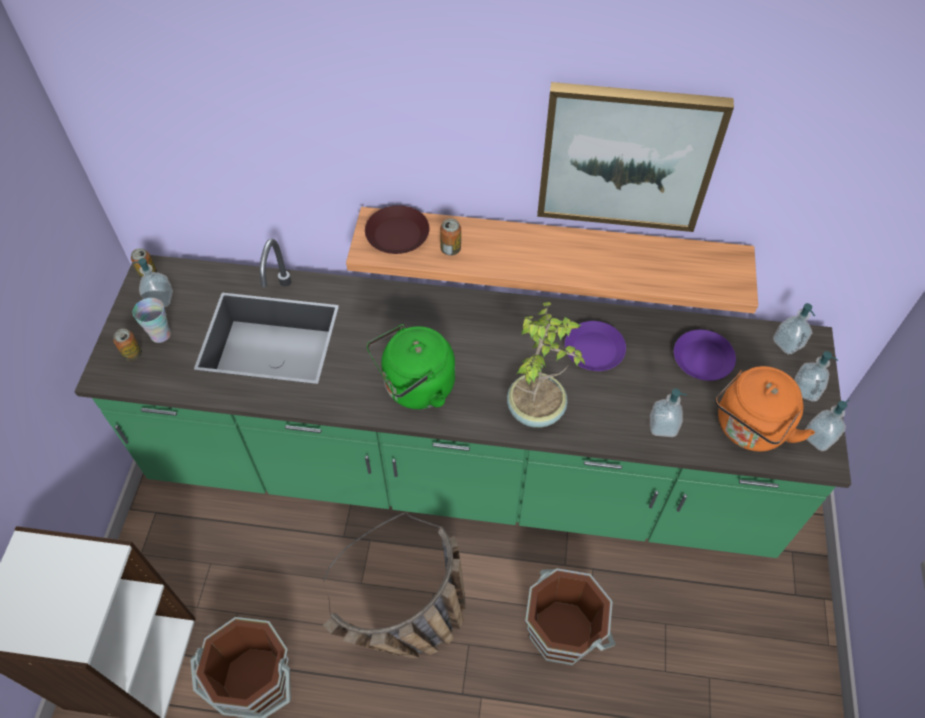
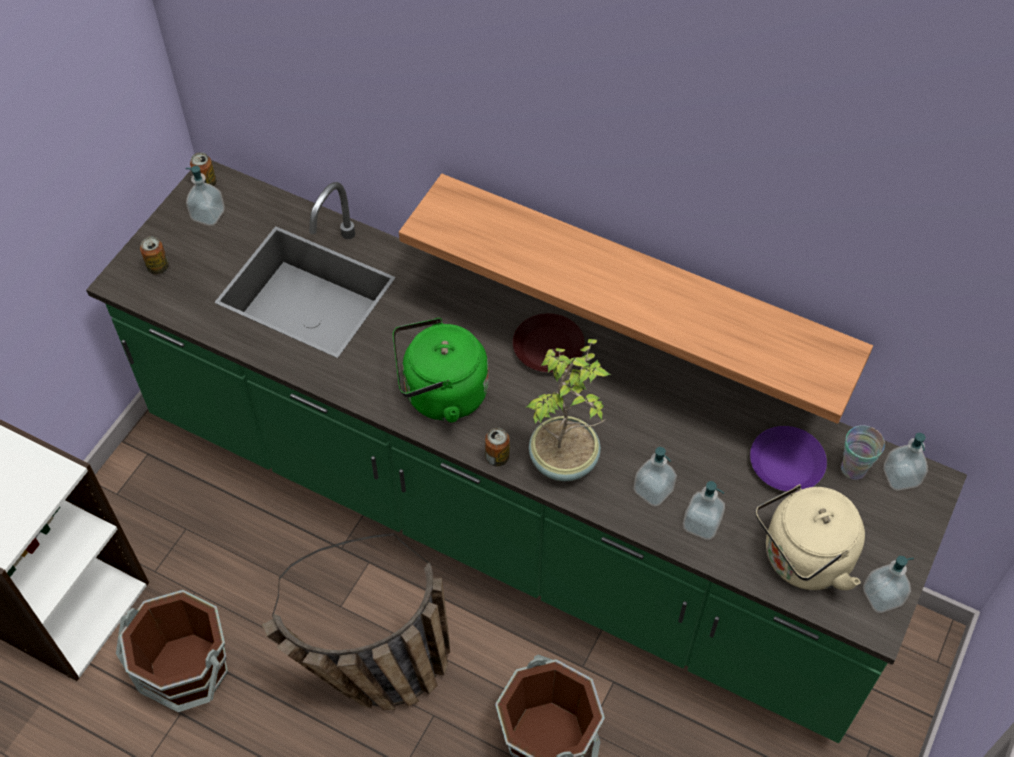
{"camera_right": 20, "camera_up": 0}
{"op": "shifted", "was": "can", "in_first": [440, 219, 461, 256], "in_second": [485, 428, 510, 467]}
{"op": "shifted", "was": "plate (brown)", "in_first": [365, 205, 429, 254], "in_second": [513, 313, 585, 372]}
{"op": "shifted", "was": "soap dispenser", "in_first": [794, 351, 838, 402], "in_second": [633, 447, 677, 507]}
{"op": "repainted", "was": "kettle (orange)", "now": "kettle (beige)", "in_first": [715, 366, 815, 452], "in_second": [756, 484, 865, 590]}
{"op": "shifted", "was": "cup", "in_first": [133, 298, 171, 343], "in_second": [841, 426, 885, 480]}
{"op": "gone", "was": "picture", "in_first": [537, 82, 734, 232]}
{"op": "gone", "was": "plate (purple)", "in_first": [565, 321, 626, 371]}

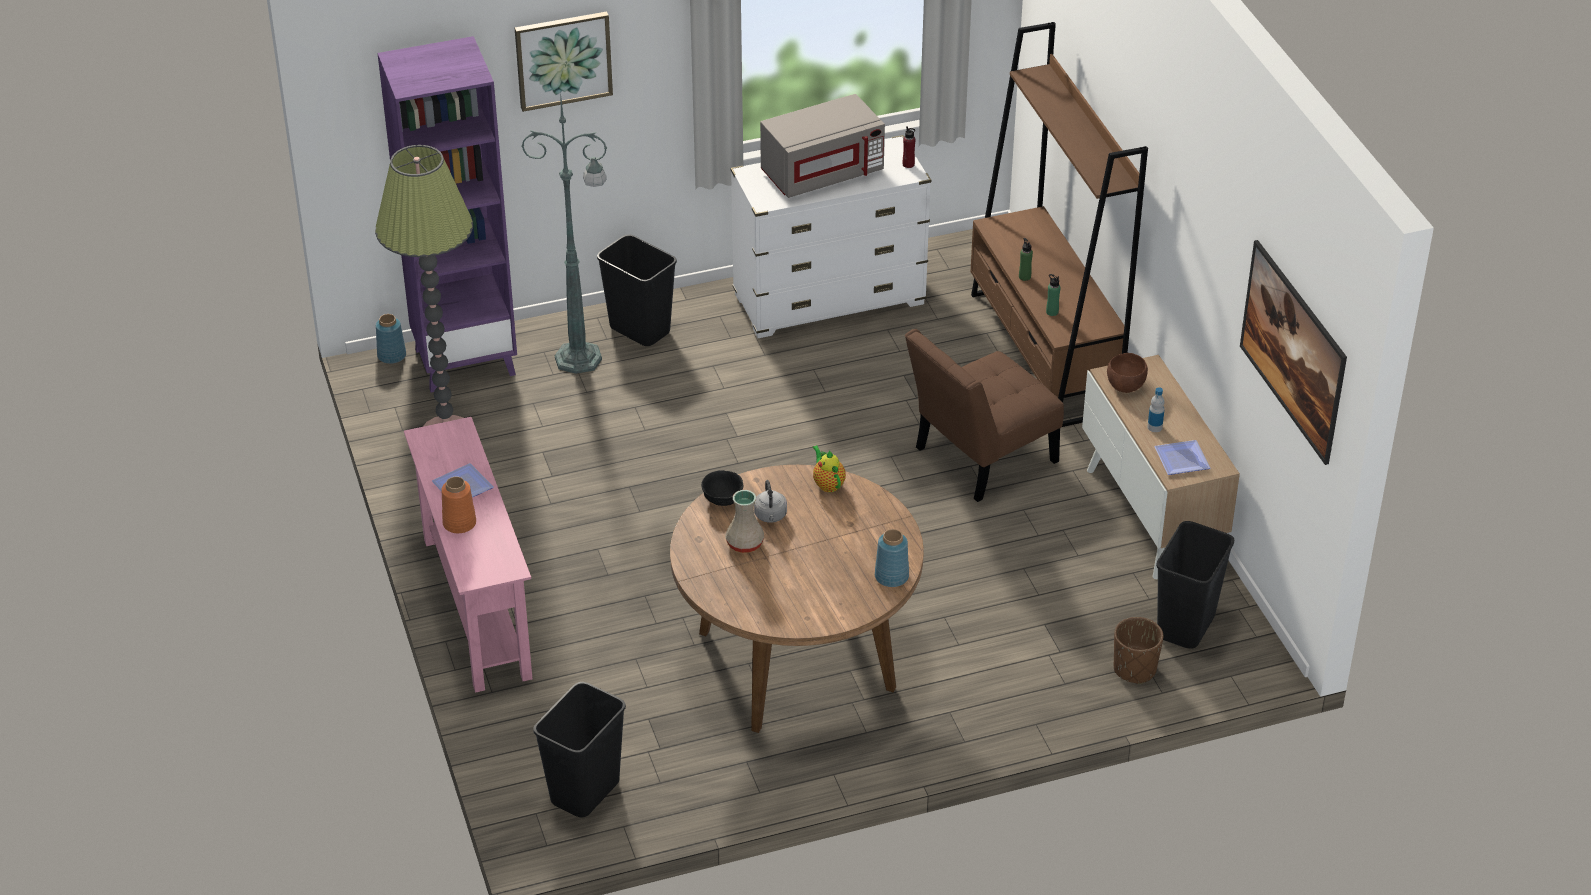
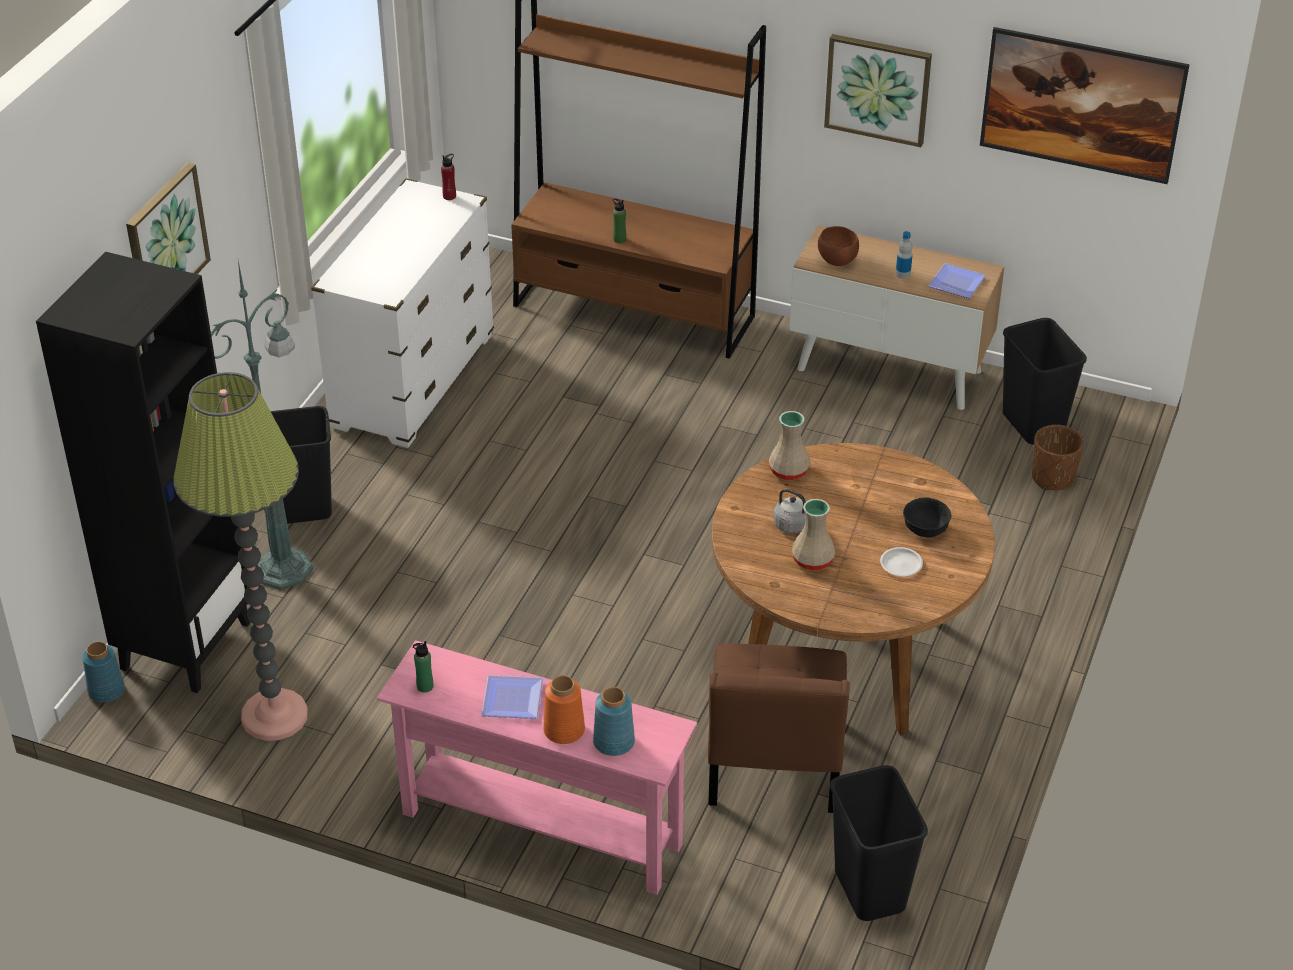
{"camera_right": -50, "camera_up": 0}
{"op": "repainted", "was": "bookcase (purple)", "now": "bookcase (black)", "in_first": [377, 36, 517, 392], "in_second": [36, 252, 251, 693]}
{"op": "shifted", "was": "bottle (green)", "in_first": [1046, 274, 1061, 316], "in_second": [413, 641, 433, 693]}
{"op": "shifted", "was": "vase (blue)", "in_first": [875, 529, 909, 587], "in_second": [593, 687, 635, 756]}
{"op": "shifted", "was": "chair (brown)", "in_first": [905, 329, 1064, 502], "in_second": [708, 644, 850, 813]}
{"op": "swapped", "was": "teapot", "now": "vase (beige)", "in_first": [813, 445, 846, 492], "in_second": [769, 411, 810, 480]}
{"op": "new", "now": "picture", "in_second": [824, 34, 932, 147]}
{"op": "new", "now": "plate (white)", "in_second": [880, 547, 923, 576]}
{"op": "shifted", "was": "bowl (black)", "in_first": [701, 470, 744, 506], "in_second": [903, 497, 951, 537]}
{"op": "gone", "was": "microwave (grey)", "in_first": [760, 94, 885, 198]}

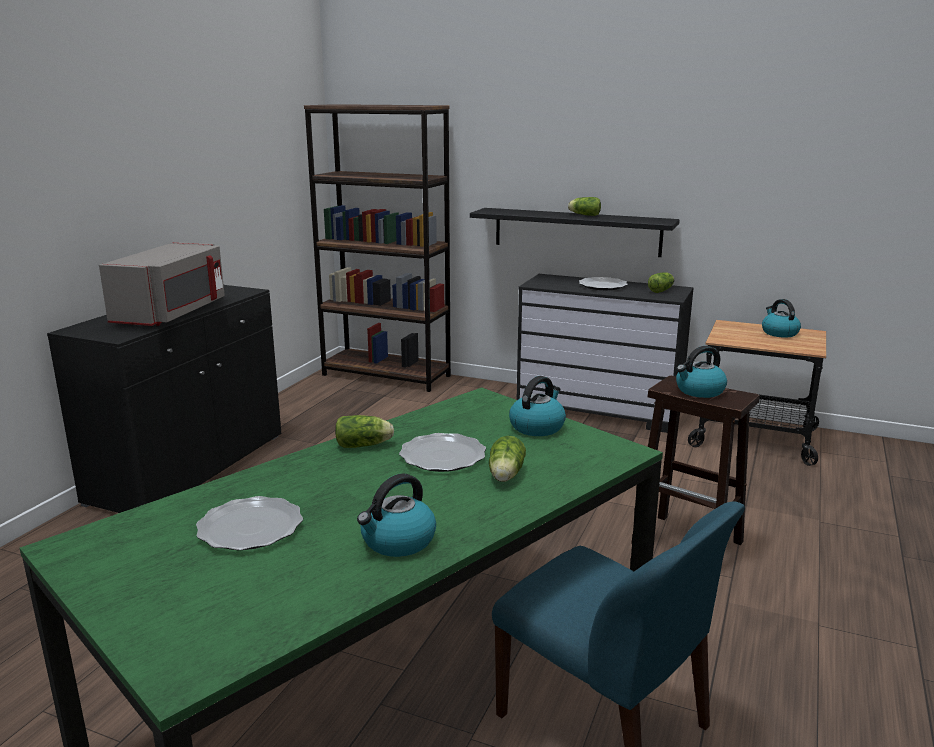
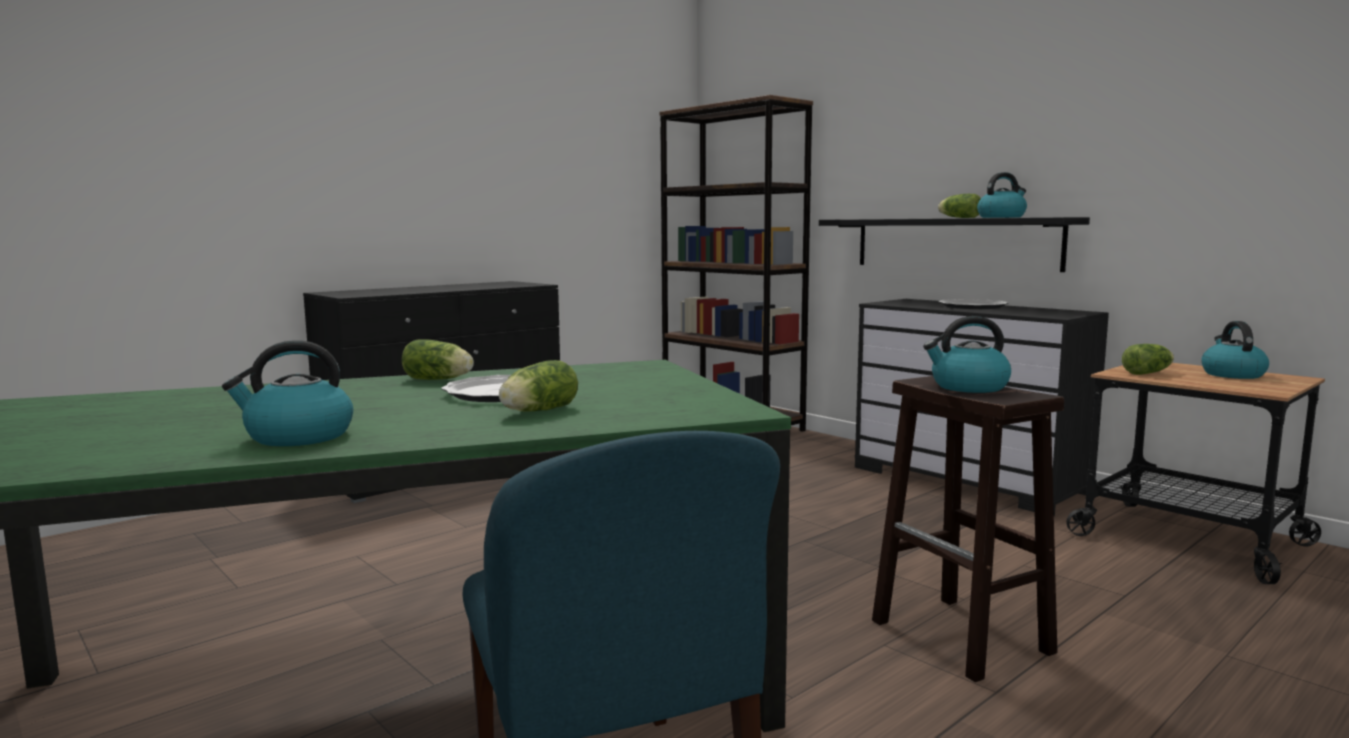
{"camera_right": 25, "camera_up": -10}
{"op": "shifted", "was": "kettle", "in_first": [509, 376, 566, 436], "in_second": [977, 172, 1027, 218]}
{"op": "shifted", "was": "lettuce", "in_first": [648, 272, 674, 293], "in_second": [1122, 344, 1174, 375]}
{"op": "gone", "was": "microwave (grey)", "in_first": [99, 242, 225, 326]}
{"op": "gone", "was": "plate", "in_first": [196, 496, 303, 550]}

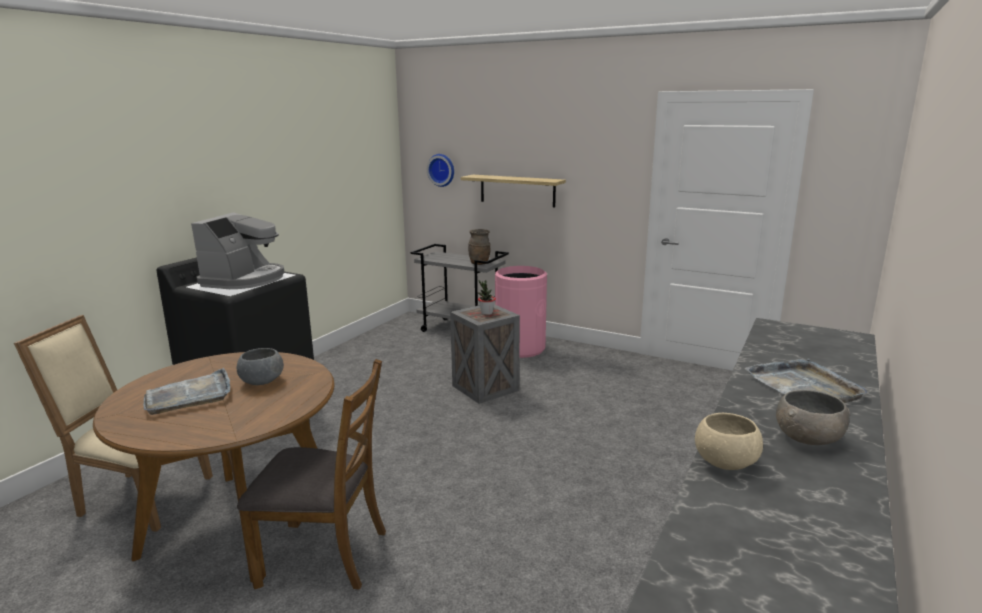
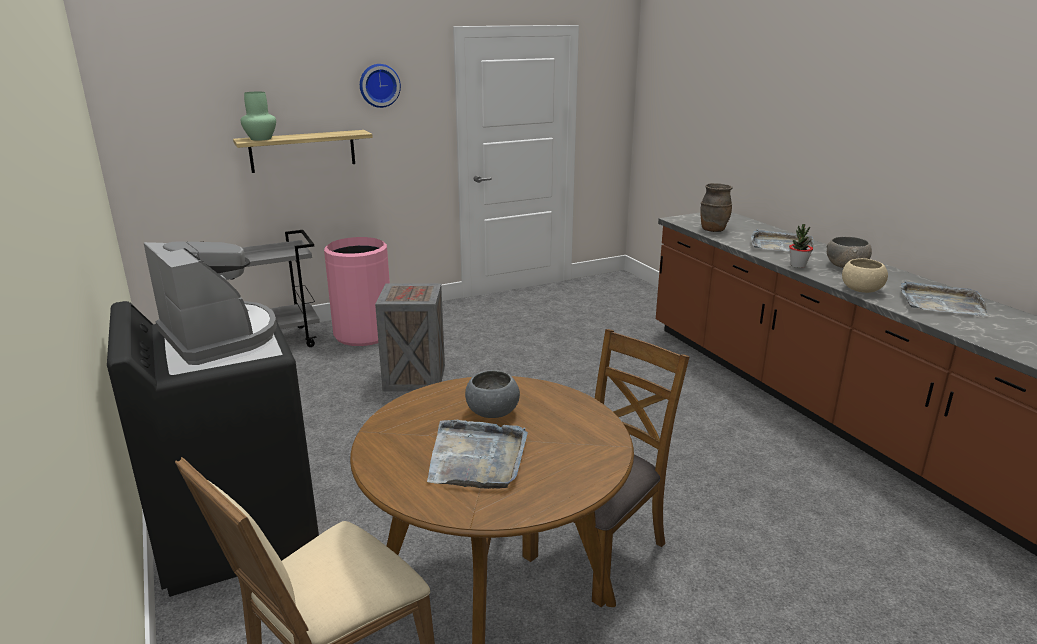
{"camera_right": -55, "camera_up": 5}
{"op": "new", "now": "vase (green)", "in_second": [241, 92, 276, 141]}
{"op": "shifted", "was": "wall clock", "in_first": [427, 154, 454, 187], "in_second": [360, 64, 401, 108]}
{"op": "shifted", "was": "vase (brown)", "in_first": [468, 229, 490, 265], "in_second": [700, 183, 733, 232]}
{"op": "shifted", "was": "potted plant", "in_first": [478, 280, 496, 315], "in_second": [789, 224, 813, 268]}
{"op": "new", "now": "tray (grey)", "in_second": [901, 281, 989, 316]}

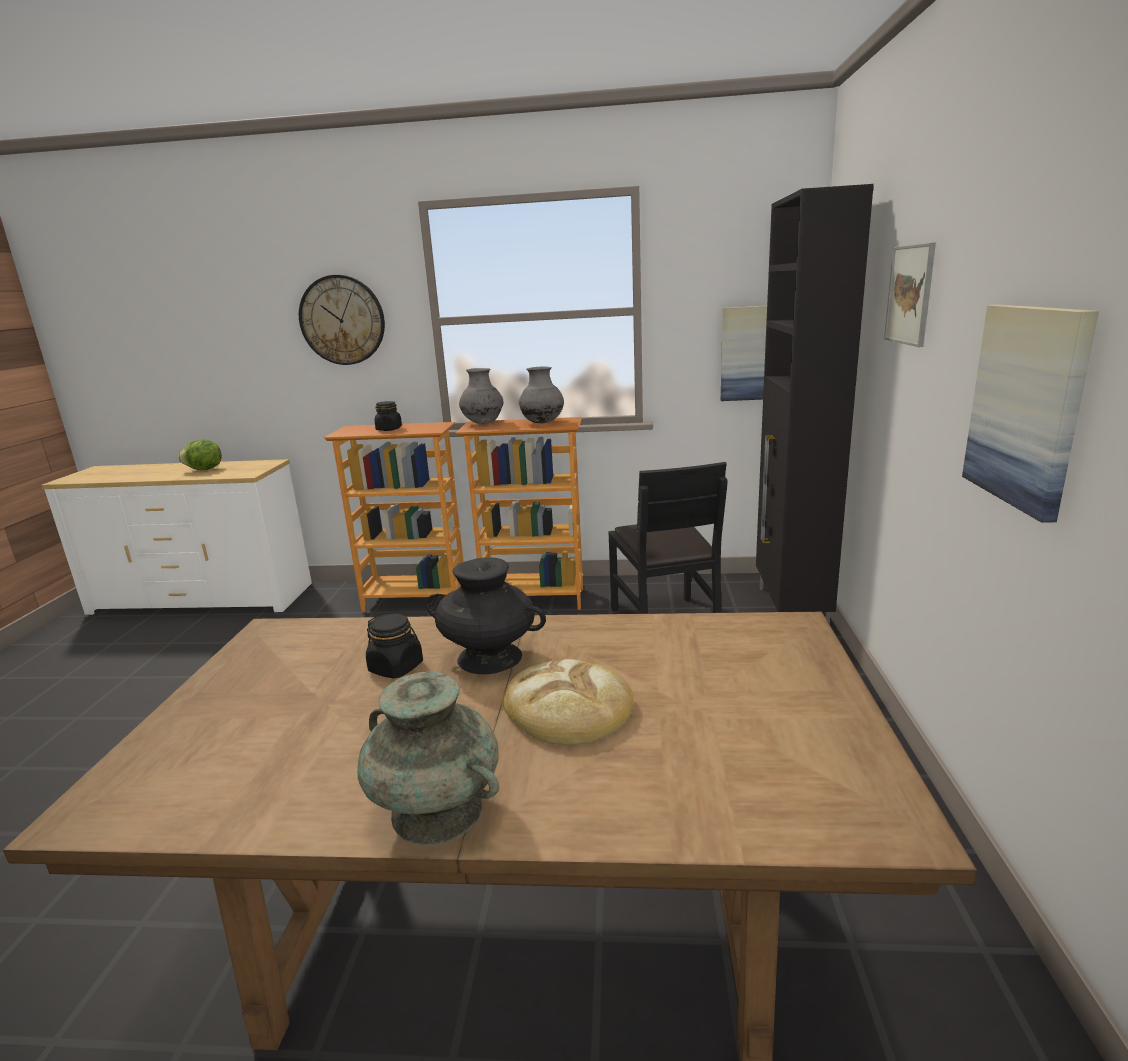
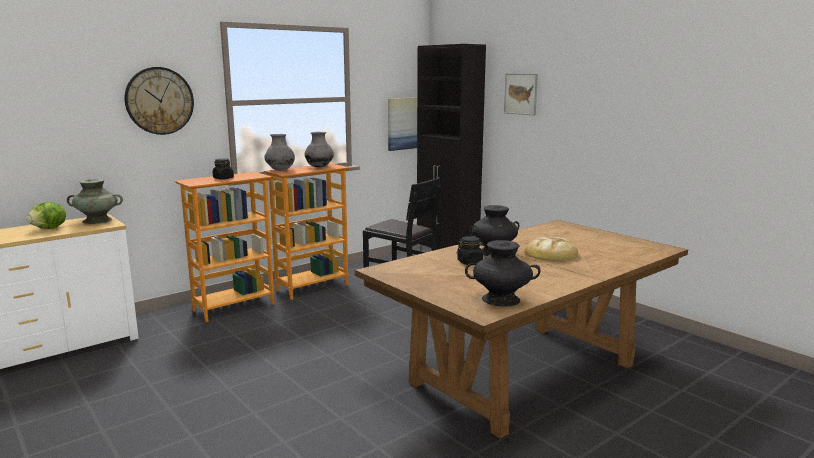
{"camera_right": -45, "camera_up": -5}
{"op": "shifted", "was": "vase (turquoise)", "in_first": [358, 671, 499, 846], "in_second": [67, 179, 123, 224]}
{"op": "new", "now": "vase (black)", "in_second": [465, 240, 541, 306]}
{"op": "gone", "was": "picture", "in_first": [962, 304, 1099, 523]}

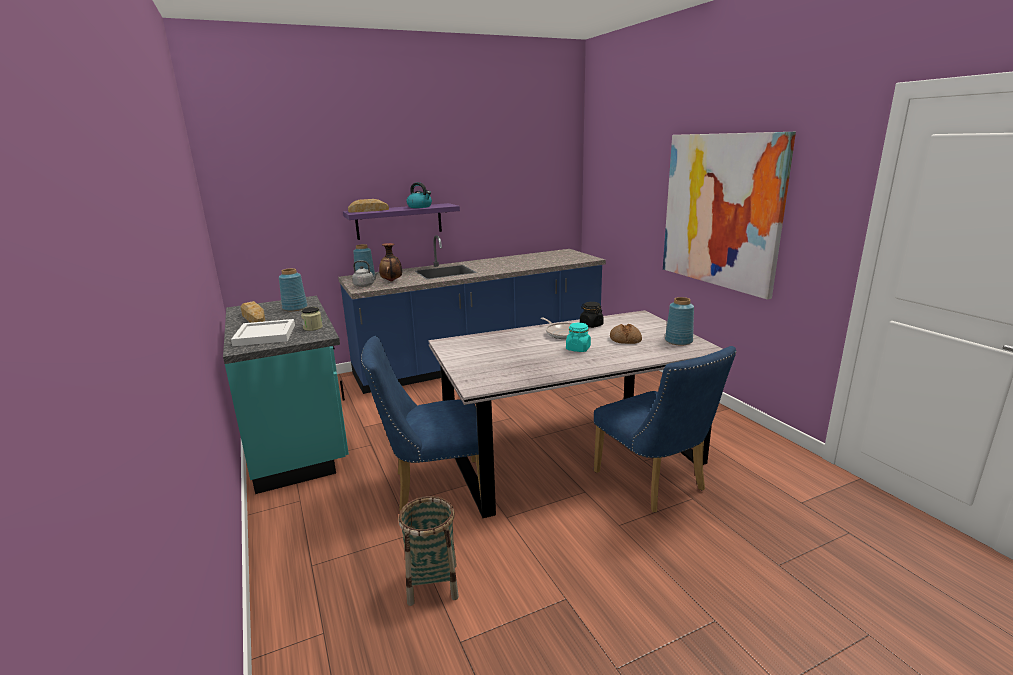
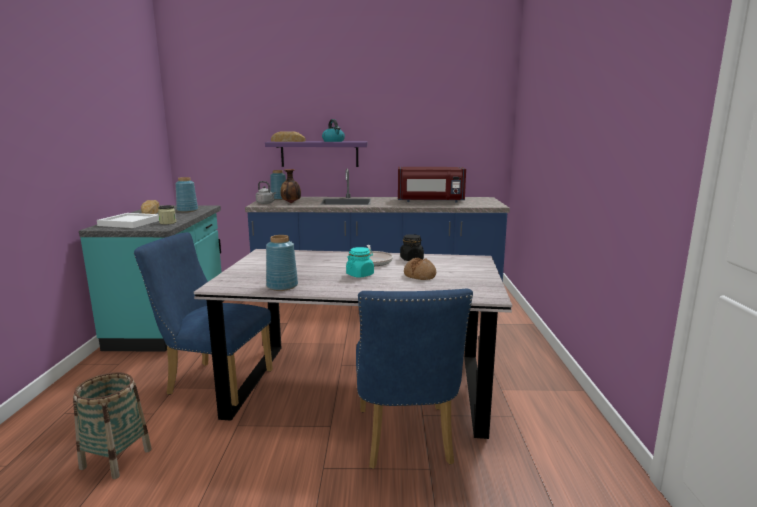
{"camera_right": 25, "camera_up": -5}
{"op": "shifted", "was": "vase (blue)", "in_first": [665, 297, 694, 346], "in_second": [266, 235, 298, 291]}
{"op": "new", "now": "microwave (red)", "in_second": [398, 167, 466, 203]}
{"op": "gone", "was": "picture", "in_first": [663, 132, 796, 300]}

